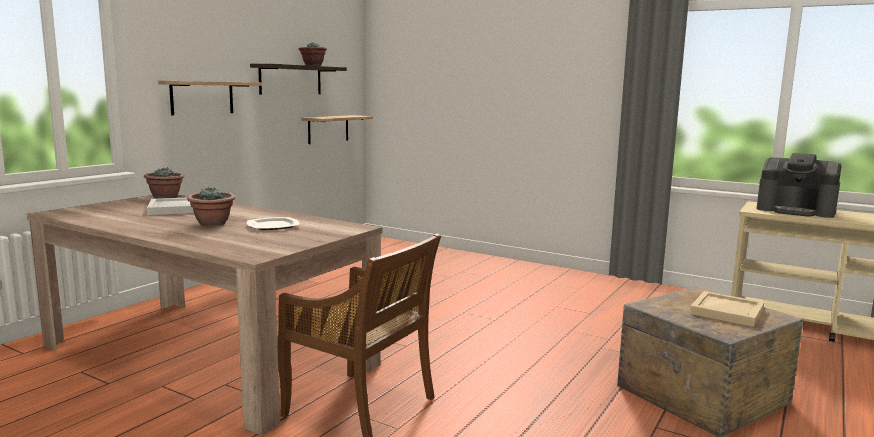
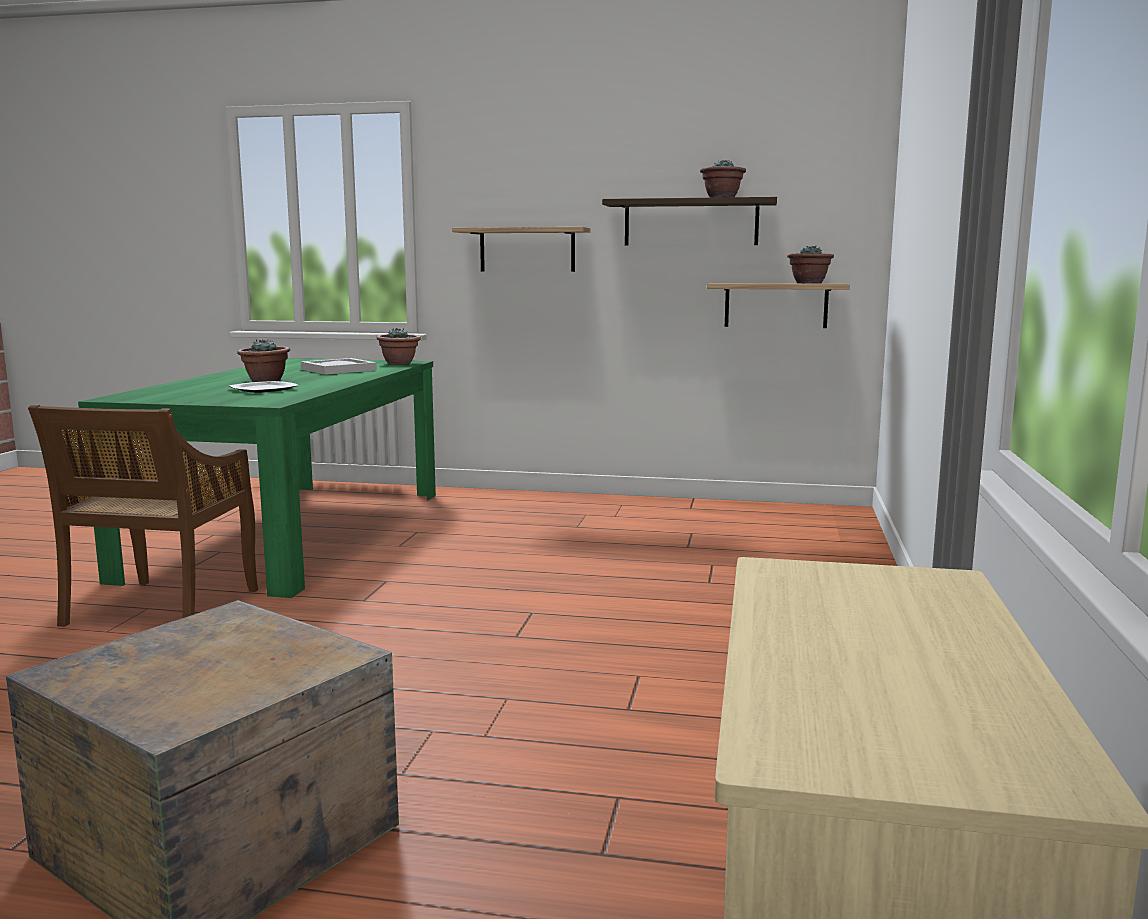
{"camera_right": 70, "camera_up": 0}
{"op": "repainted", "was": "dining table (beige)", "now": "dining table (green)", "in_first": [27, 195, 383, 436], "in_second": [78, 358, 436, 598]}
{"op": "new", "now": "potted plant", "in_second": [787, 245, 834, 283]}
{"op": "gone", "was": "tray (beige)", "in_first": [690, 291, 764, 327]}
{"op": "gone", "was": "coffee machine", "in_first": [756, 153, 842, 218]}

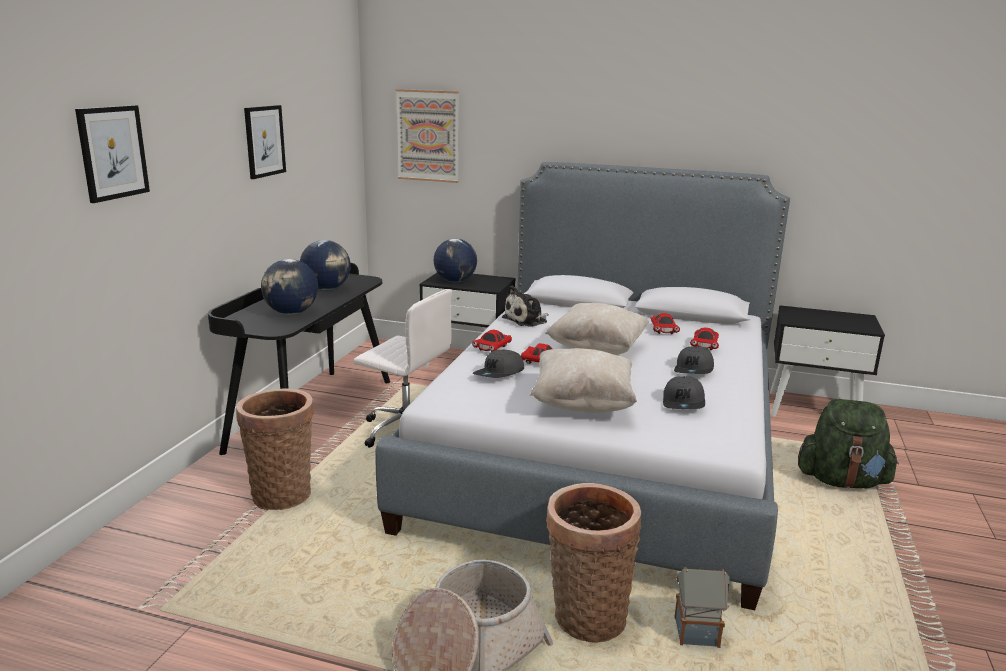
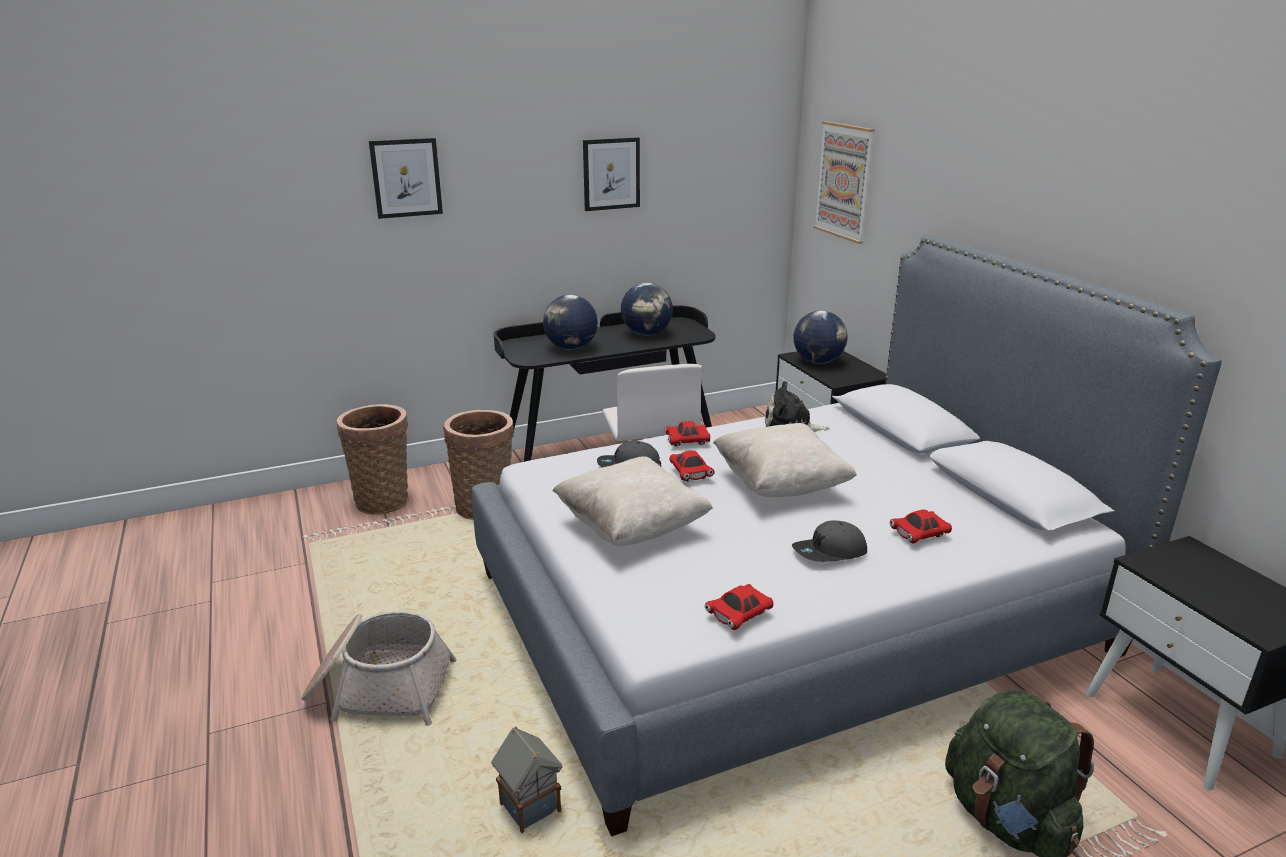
{"camera_right": 50, "camera_up": 5}
{"op": "shifted", "was": "basket", "in_first": [546, 483, 641, 643], "in_second": [337, 404, 409, 515]}
{"op": "shifted", "was": "toy car (red)", "in_first": [651, 313, 680, 334], "in_second": [705, 584, 774, 630]}
{"op": "gone", "was": "cap (grey)", "in_first": [663, 376, 705, 409]}

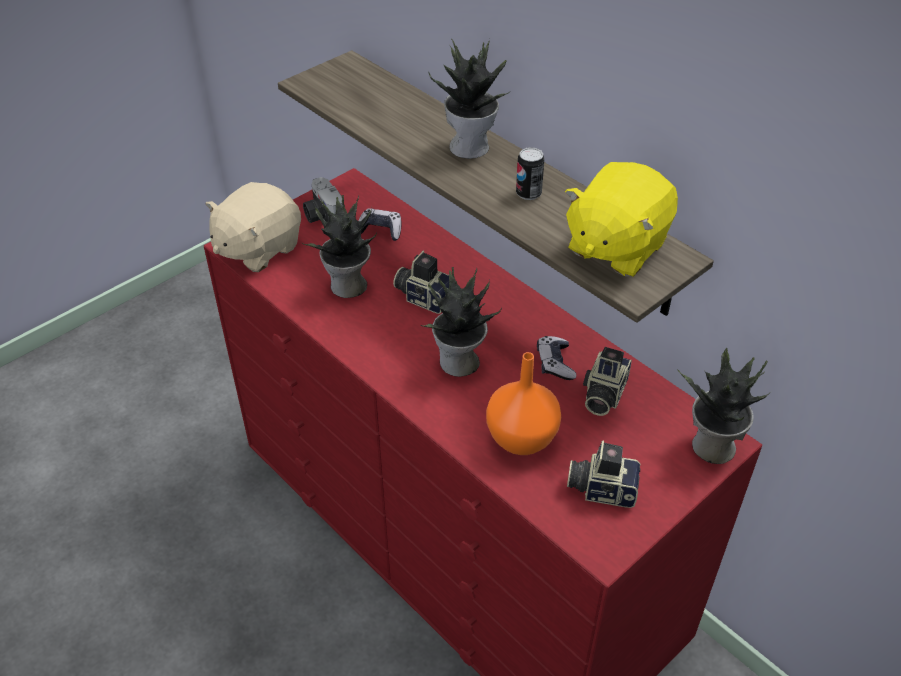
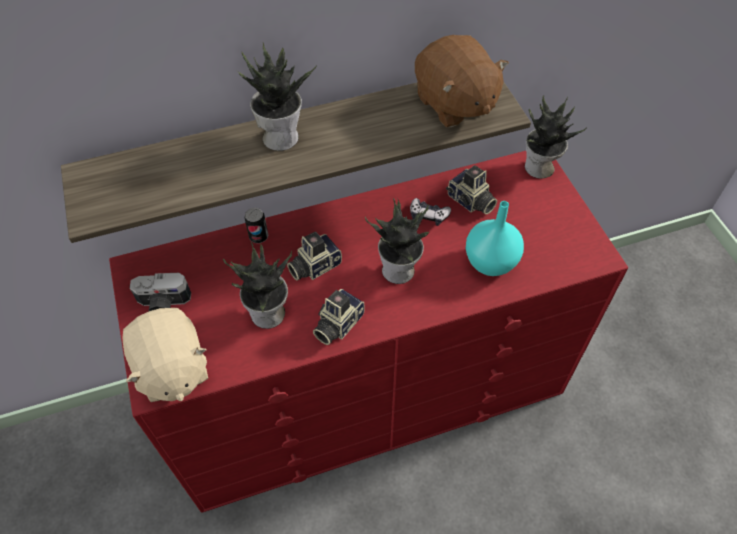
{"camera_right": -65, "camera_up": 10}
{"op": "shifted", "was": "can", "in_first": [516, 147, 544, 200], "in_second": [244, 208, 268, 243]}
{"op": "shifted", "was": "photo camera", "in_first": [567, 440, 640, 508], "in_second": [313, 289, 365, 345]}
{"op": "repainted", "was": "plush toy (yellow)", "now": "plush toy (brown)", "in_first": [565, 162, 678, 277], "in_second": [415, 35, 509, 128]}
{"op": "repainted", "was": "vase (orange)", "now": "vase (turquoise)", "in_first": [486, 352, 561, 455], "in_second": [465, 201, 524, 276]}
{"op": "gone", "was": "game controller", "in_first": [359, 208, 401, 241]}

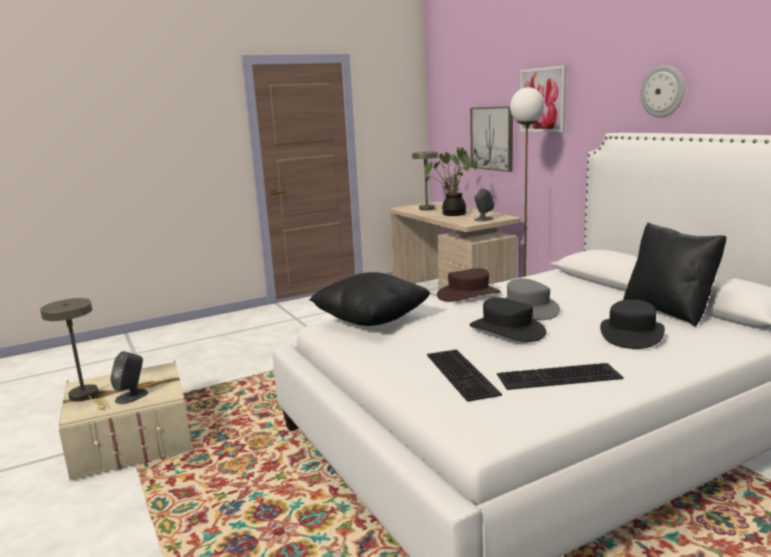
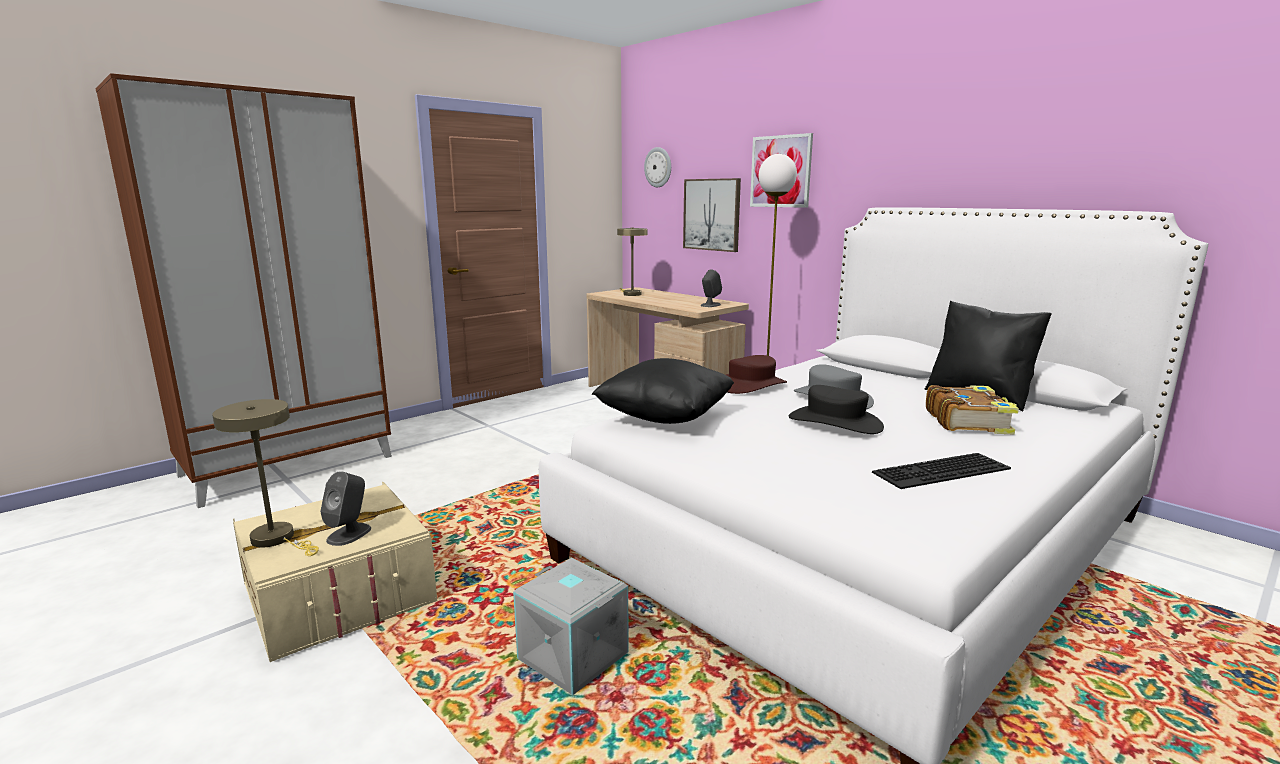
{"camera_right": -15, "camera_up": 0}
{"op": "new", "now": "wardrobe (brown)", "in_second": [96, 73, 392, 508]}
{"op": "new", "now": "storage box (grey)", "in_second": [513, 558, 629, 695]}
{"op": "shifted", "was": "wall clock", "in_first": [641, 65, 685, 118], "in_second": [644, 147, 671, 187]}
{"op": "swapped", "was": "hat (black)", "now": "book", "in_first": [600, 299, 665, 349], "in_second": [926, 385, 1019, 435]}
{"op": "gone", "was": "potted plant", "in_first": [424, 147, 480, 216]}
{"op": "gone", "was": "keyboard", "in_first": [427, 349, 502, 402]}

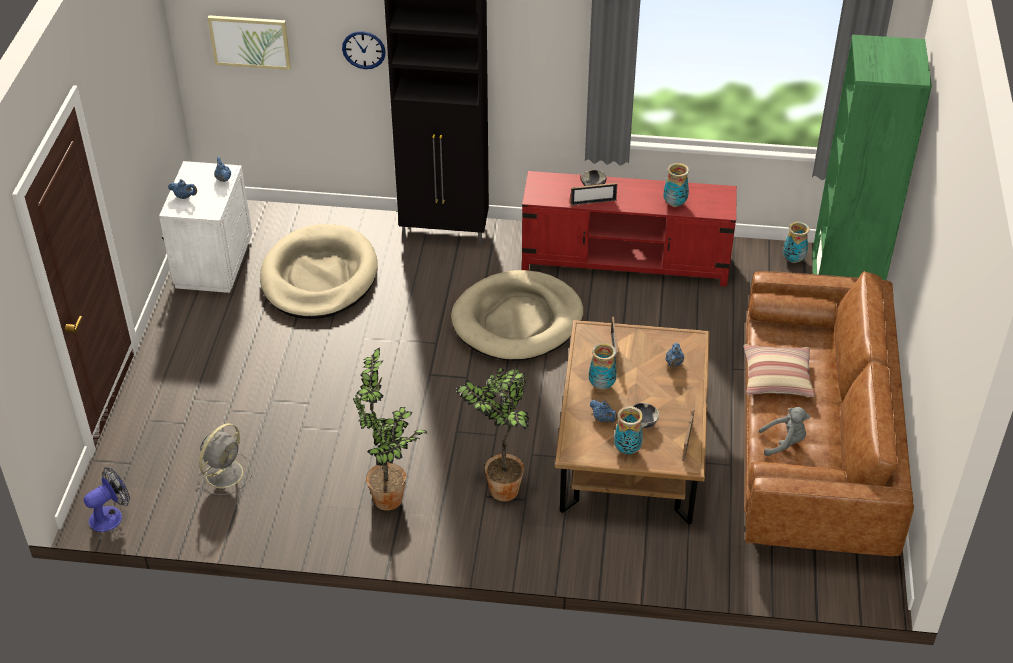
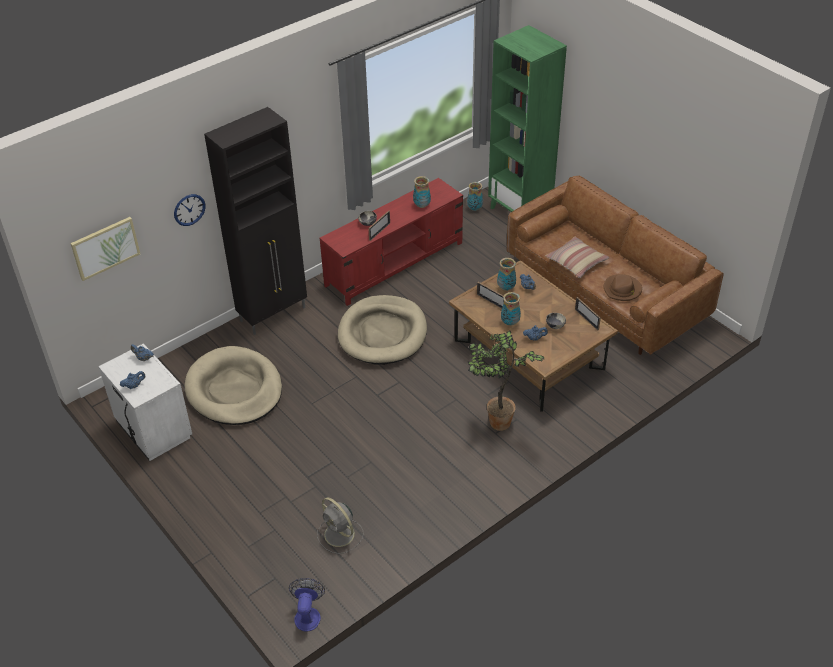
{"camera_right": -45, "camera_up": 0}
{"op": "rotated", "was": "fan (grey)", "in_first": [196, 423, 253, 495], "in_second": [317, 497, 364, 554], "clockwise": 150}
{"op": "shifted", "was": "vase", "in_first": [614, 406, 643, 454], "in_second": [497, 258, 516, 291]}
{"op": "swapped", "was": "plush toy (grey)", "now": "hat (brown)", "in_first": [759, 407, 810, 456], "in_second": [604, 274, 642, 301]}
{"op": "gone", "was": "potted plant", "in_first": [353, 347, 427, 511]}

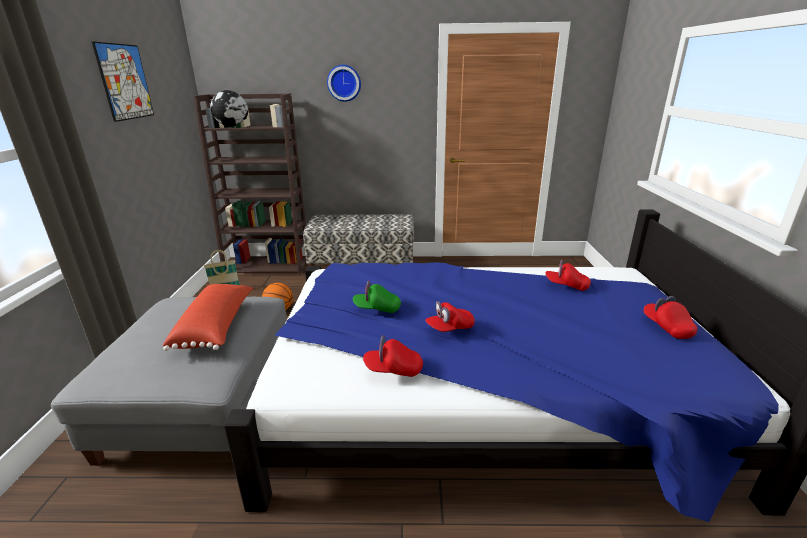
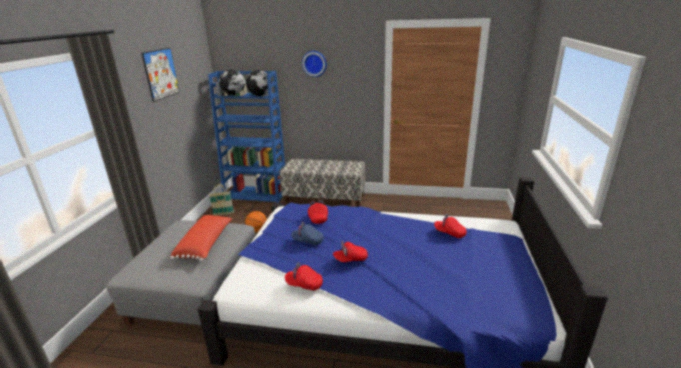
{"camera_right": 10, "camera_up": 0}
{"op": "repainted", "was": "bookcase (brown)", "now": "bookcase (blue)", "in_first": [193, 93, 307, 275], "in_second": [208, 71, 285, 203]}
{"op": "new", "now": "globe", "in_second": [246, 70, 272, 96]}
{"op": "repainted", "was": "cap (green)", "now": "cap (blue)", "in_first": [353, 281, 401, 313], "in_second": [291, 222, 324, 245]}
{"op": "shifted", "was": "cap (red)", "in_first": [644, 296, 698, 339], "in_second": [308, 200, 328, 224]}

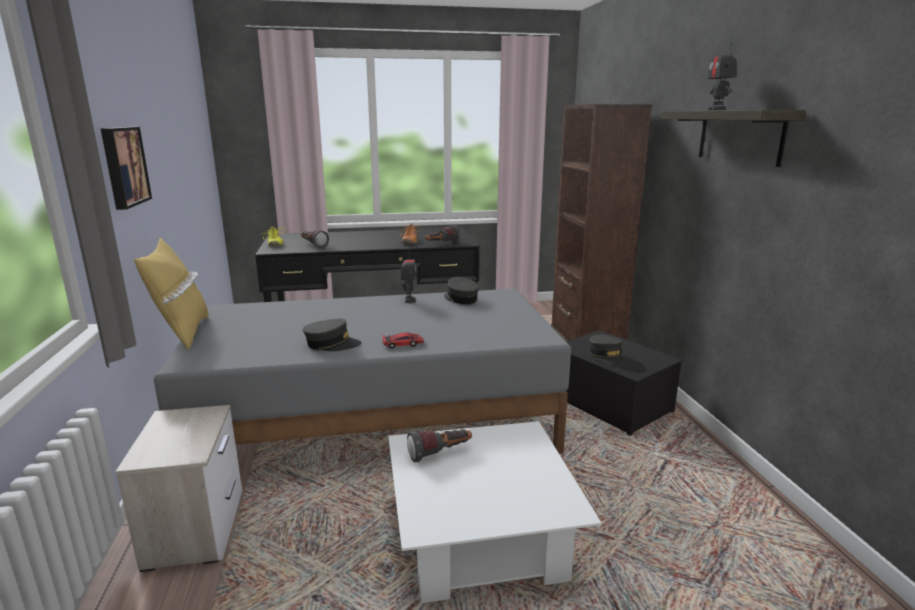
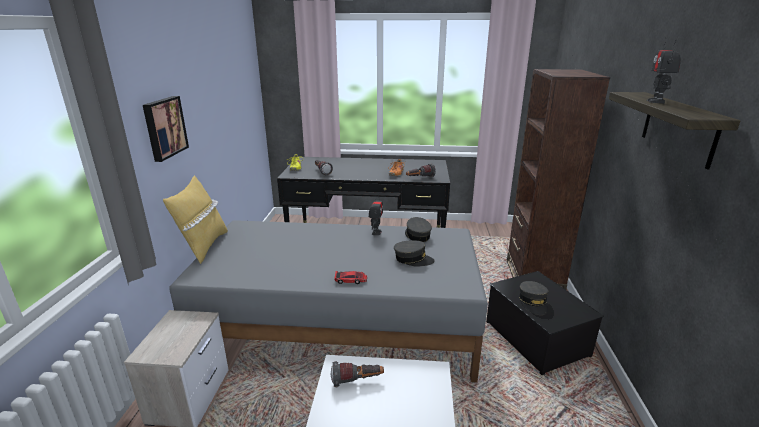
{"camera_right": 15, "camera_up": 5}
{"op": "shifted", "was": "cap (grey)", "in_first": [303, 319, 362, 351], "in_second": [394, 241, 435, 266]}

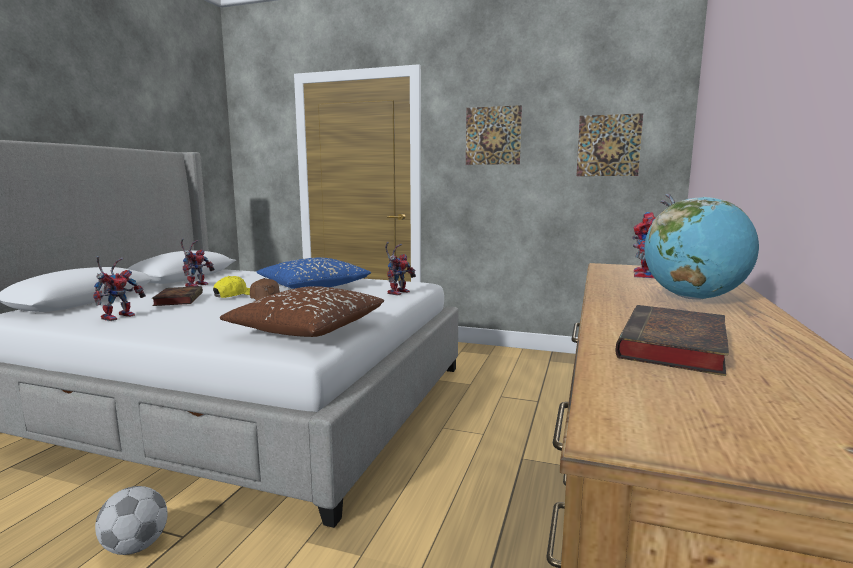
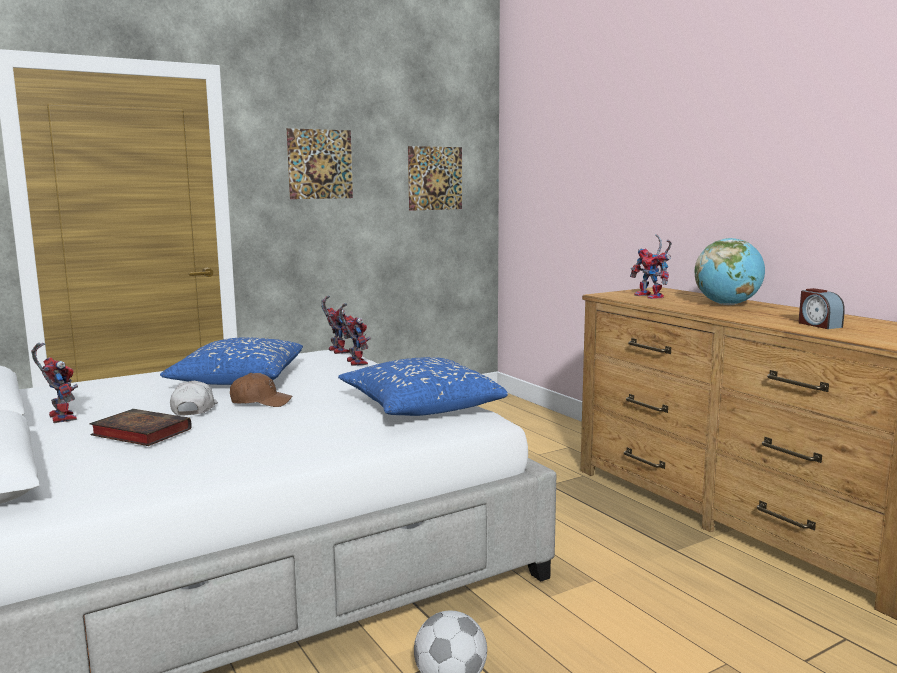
{"camera_right": -50, "camera_up": 0}
{"op": "repainted", "was": "cap (yellow)", "now": "cap (white)", "in_first": [213, 276, 250, 298], "in_second": [170, 381, 218, 416]}
{"op": "shifted", "was": "toy robot", "in_first": [94, 256, 146, 321], "in_second": [321, 296, 350, 354]}
{"op": "repainted", "was": "pillow (brown)", "now": "pillow (blue)", "in_first": [220, 286, 384, 337], "in_second": [338, 357, 508, 416]}
{"op": "swapped", "was": "book", "now": "alarm clock", "in_first": [615, 305, 729, 376], "in_second": [799, 288, 845, 329]}

